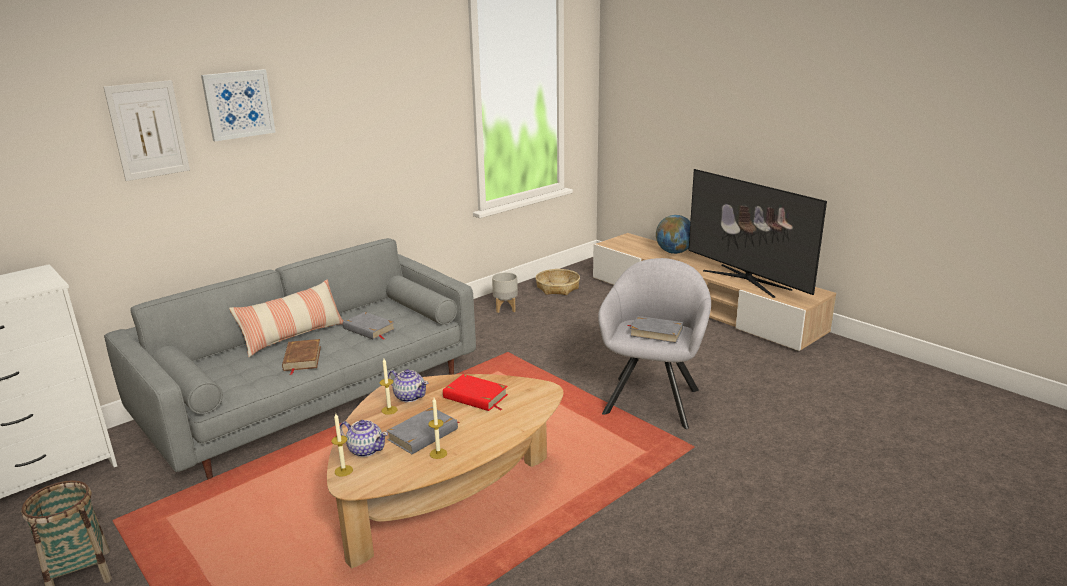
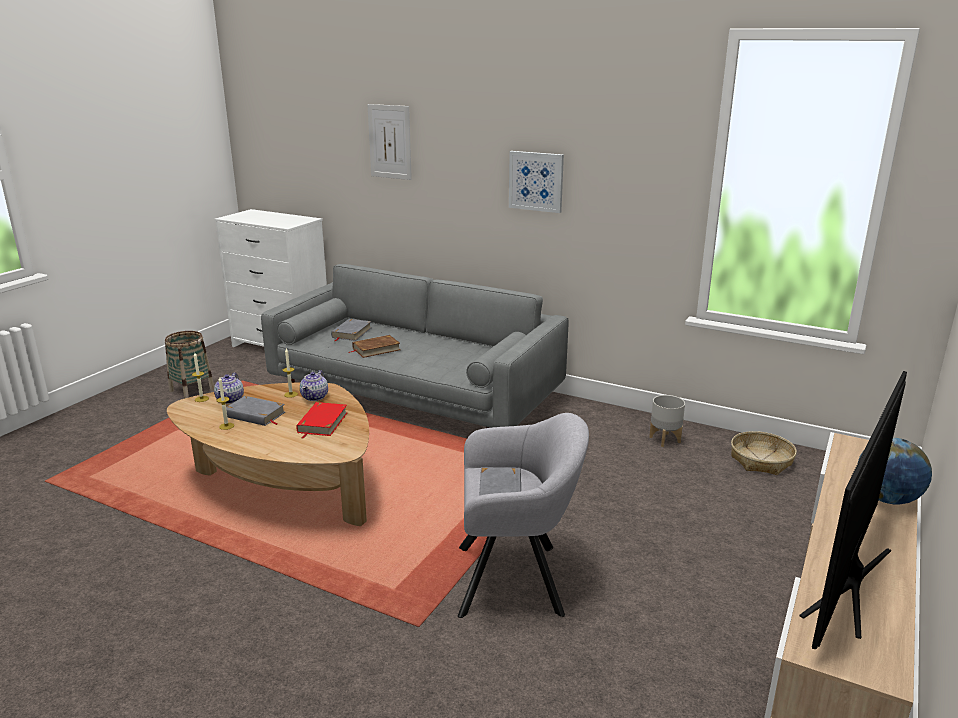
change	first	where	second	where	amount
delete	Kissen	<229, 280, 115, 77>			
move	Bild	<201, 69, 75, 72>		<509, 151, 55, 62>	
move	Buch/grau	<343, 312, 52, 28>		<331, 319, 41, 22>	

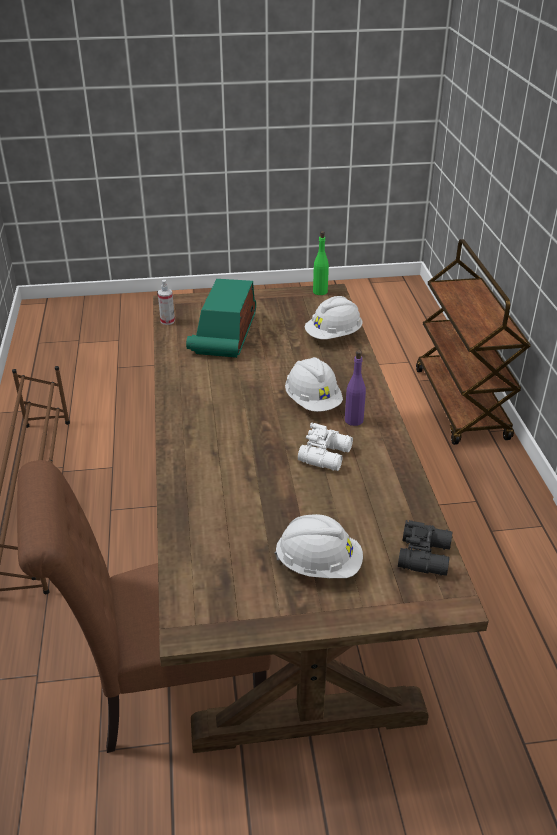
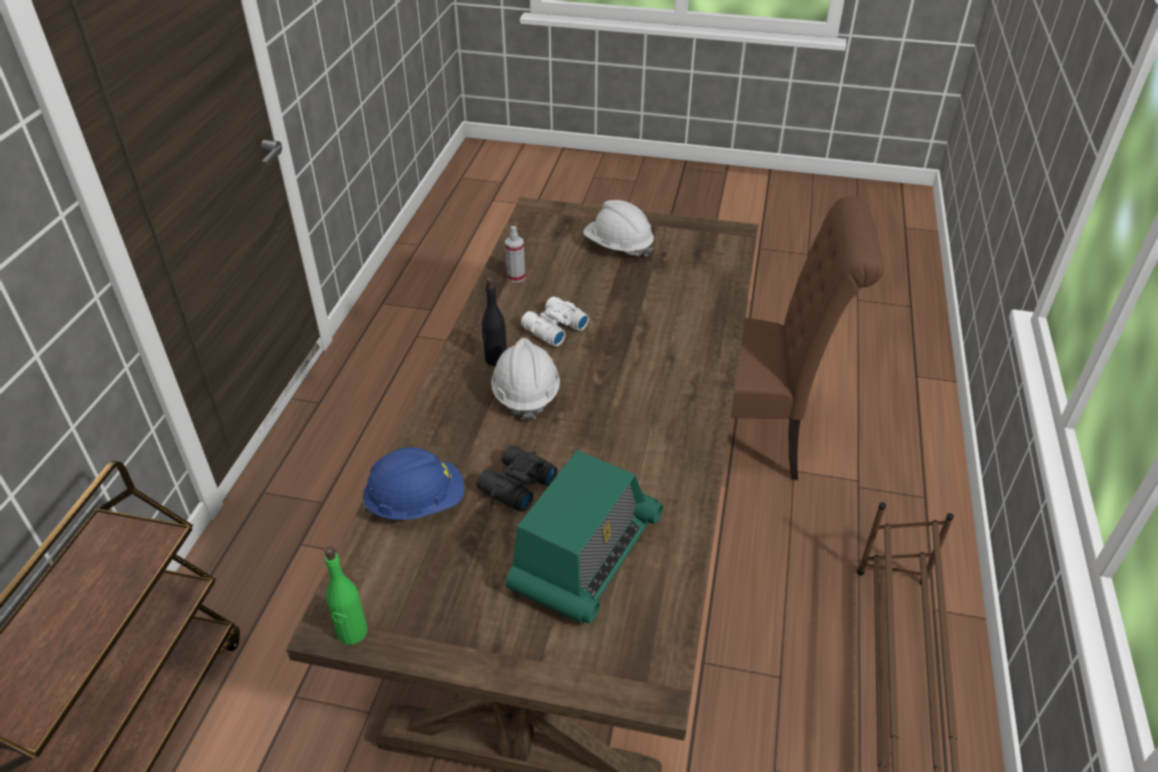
change	first	where	second	where	amount
move	Sprühflasche	<158, 280, 17, 45>		<505, 226, 20, 57>	
move	Fernglas/schwarz	<398, 520, 54, 56>		<477, 445, 80, 67>	
recolor	Schutzhelm/weiß	<305, 296, 58, 43>	Schutzhelm/blau	<363, 447, 102, 73>	
recolor	Flasche/lila	<345, 350, 21, 76>	Flasche/schwarz	<481, 277, 26, 89>	

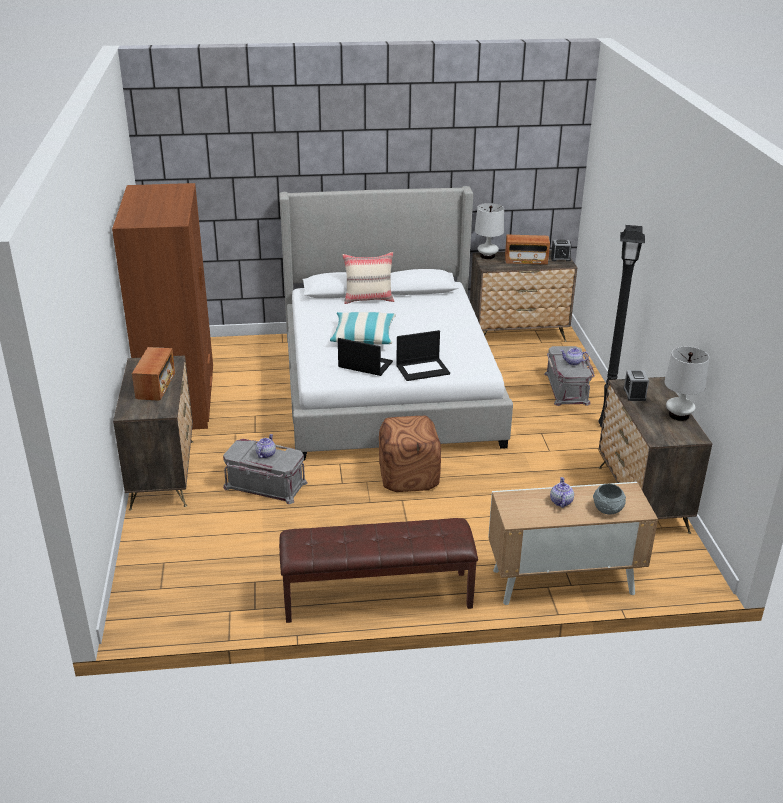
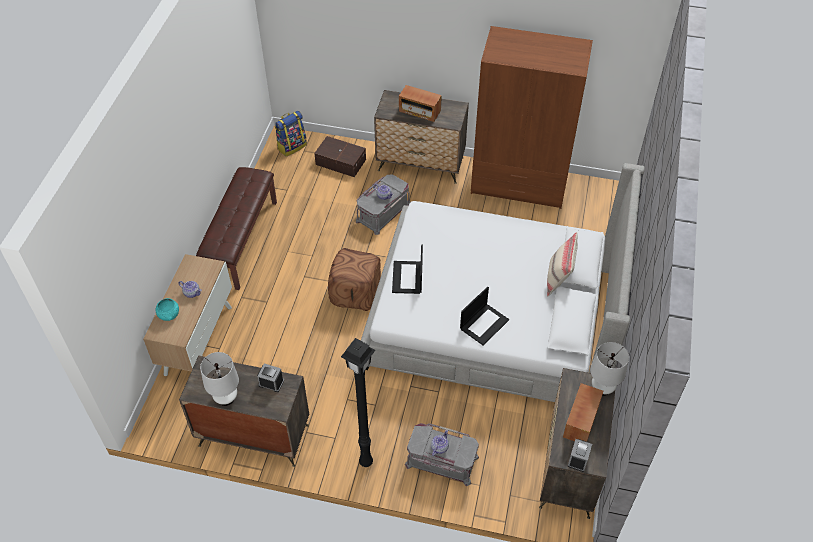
change	first	where	second	where	amount
delete	Kissen	<330, 312, 66, 33>			
insert			Rucksack	<275, 111, 32, 46>	
insert			Aufbewahrungsbox/braun	<314, 136, 52, 41>	
move	Laptop	<338, 338, 55, 38>		<460, 287, 49, 59>	
recolor	Schüssel/grau	<593, 484, 33, 30>	Schüssel/türkis	<155, 298, 24, 23>	

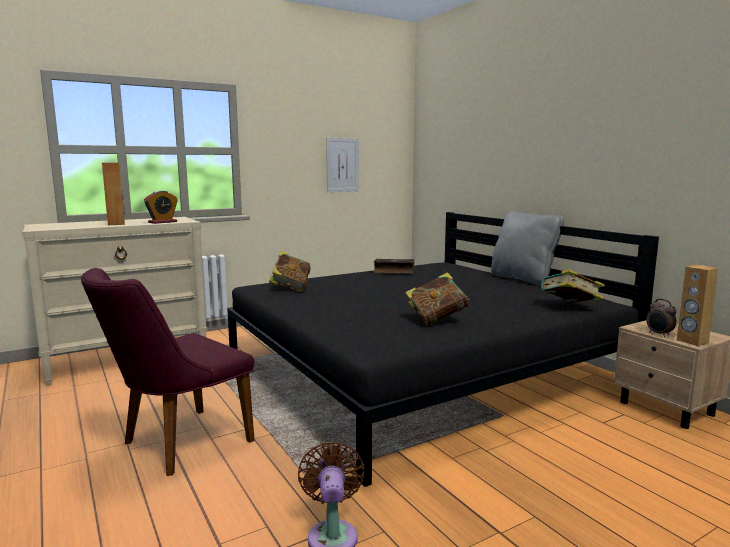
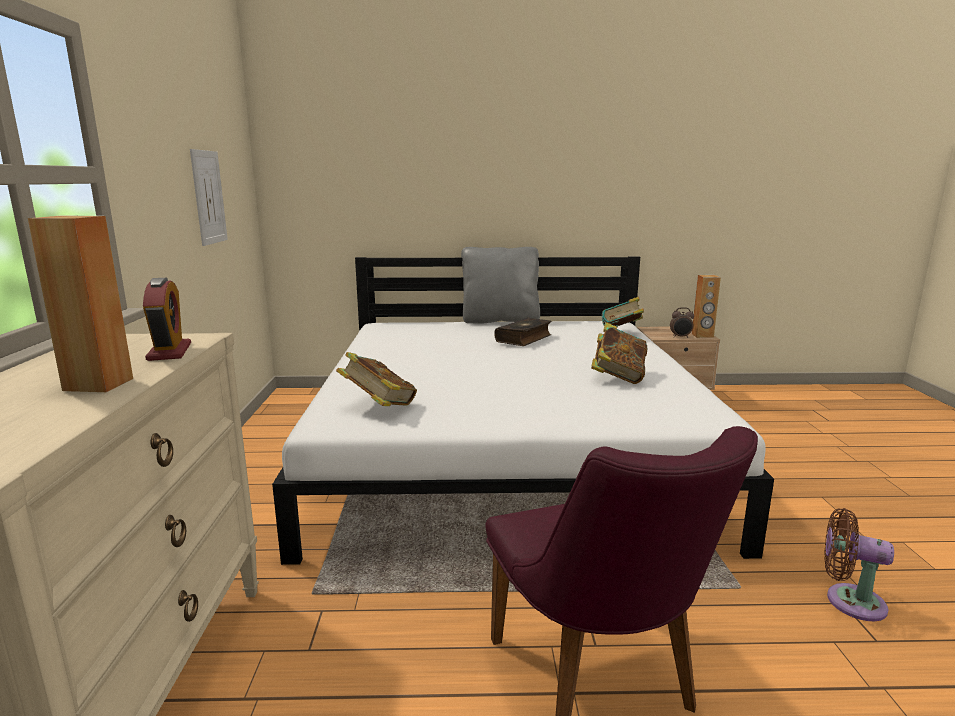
change	first	where	second	where	amount
move	Buch	<374, 259, 41, 15>		<494, 318, 57, 28>	
recolor	Bett/schwarz	<227, 212, 432, 275>	Bett/weiß	<272, 256, 502, 309>	

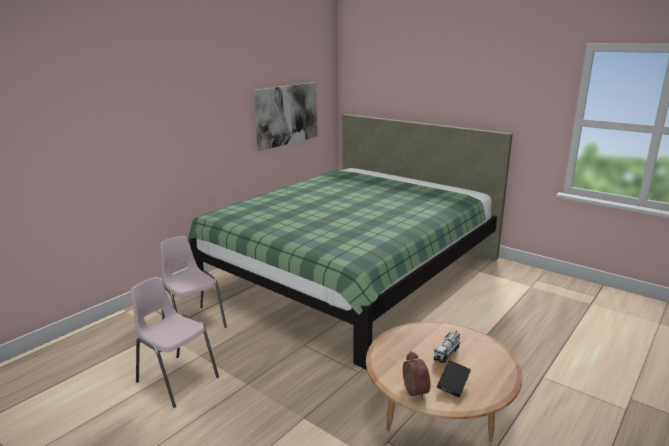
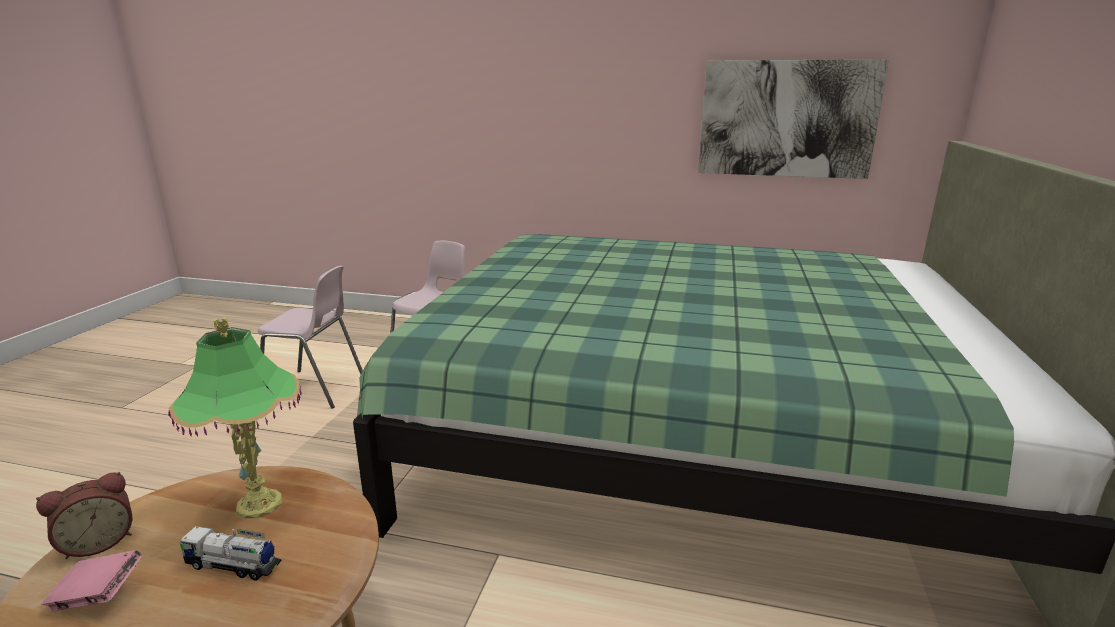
change	first	where	second	where	amount
insert			Tischlampe	<168, 317, 134, 201>	
recolor	Buch/schwarz	<437, 360, 34, 37>	Buch/rosa	<42, 550, 100, 62>	
rotate	Stuhl/rosa	<130, 277, 89, 131>		<258, 266, 105, 143>	90 degrees clockwise

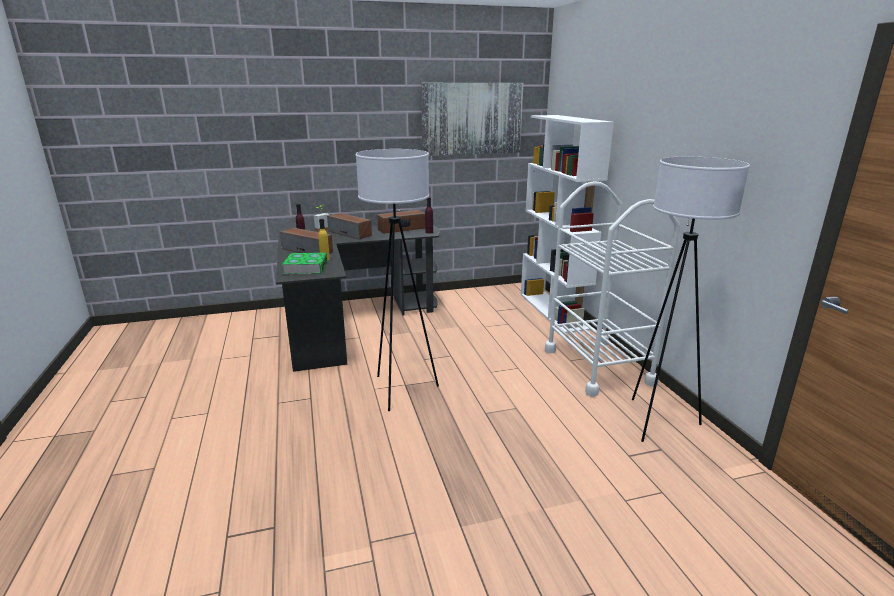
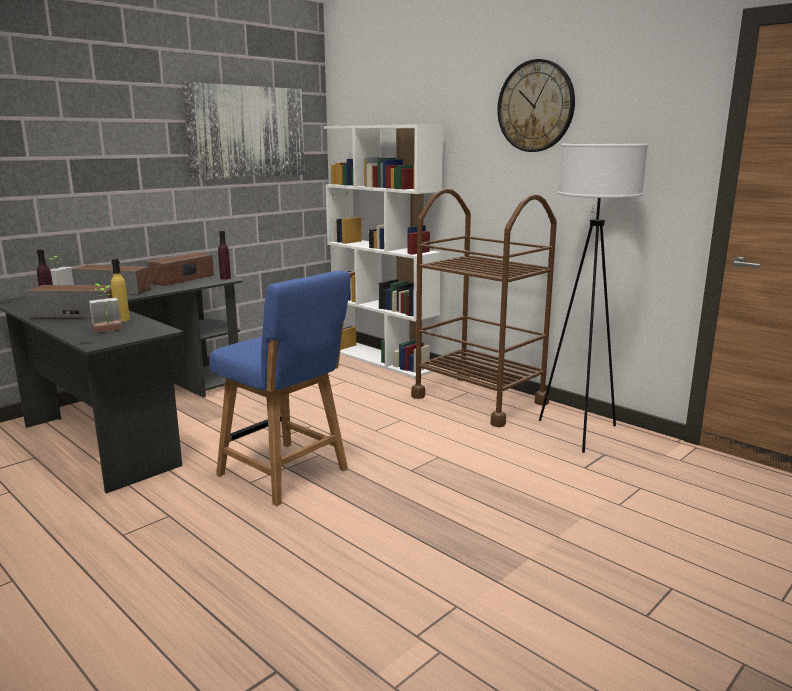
change	first	where	second	where	amount
insert			Wanduhr	<497, 59, 78, 93>	
replace	Buch	<282, 253, 46, 21>	Topfpflanze	<89, 284, 33, 49>	
replace	Stehlampe/weiß	<355, 149, 84, 262>	Stuhl/blau	<209, 270, 142, 236>	
recolor	Rollwagen/weiß	<545, 181, 135, 216>	Rollwagen/braun	<411, 188, 146, 240>	

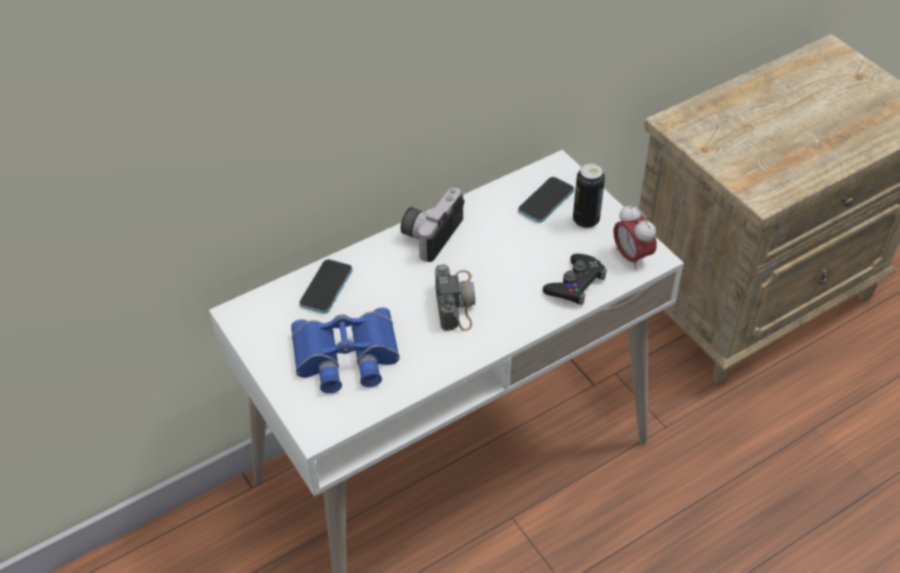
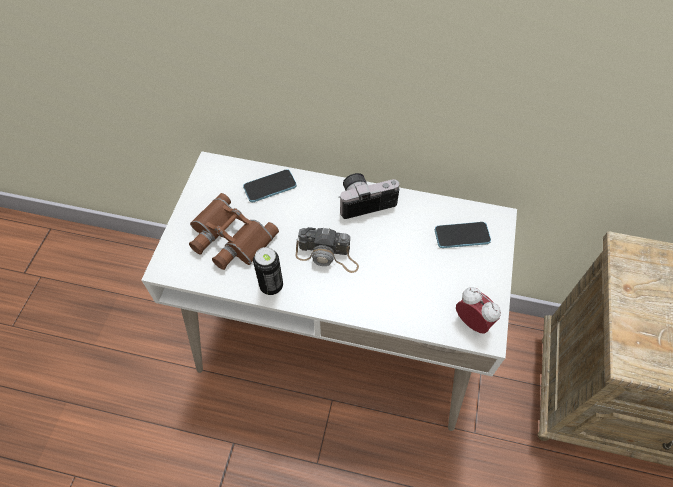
change	first	where	second	where	amount
delete	Gamepad/schwarz	<543, 254, 64, 51>			
move	Dose	<573, 163, 32, 65>		<253, 247, 30, 48>	
recolor	Fernglas/blau	<291, 307, 109, 86>	Fernglas/braun	<189, 193, 90, 77>	
rotate	Kamera	<435, 264, 40, 67>		<296, 227, 63, 46>	60 degrees clockwise
rotate	Wecker	<614, 204, 43, 66>		<456, 287, 45, 47>	120 degrees clockwise

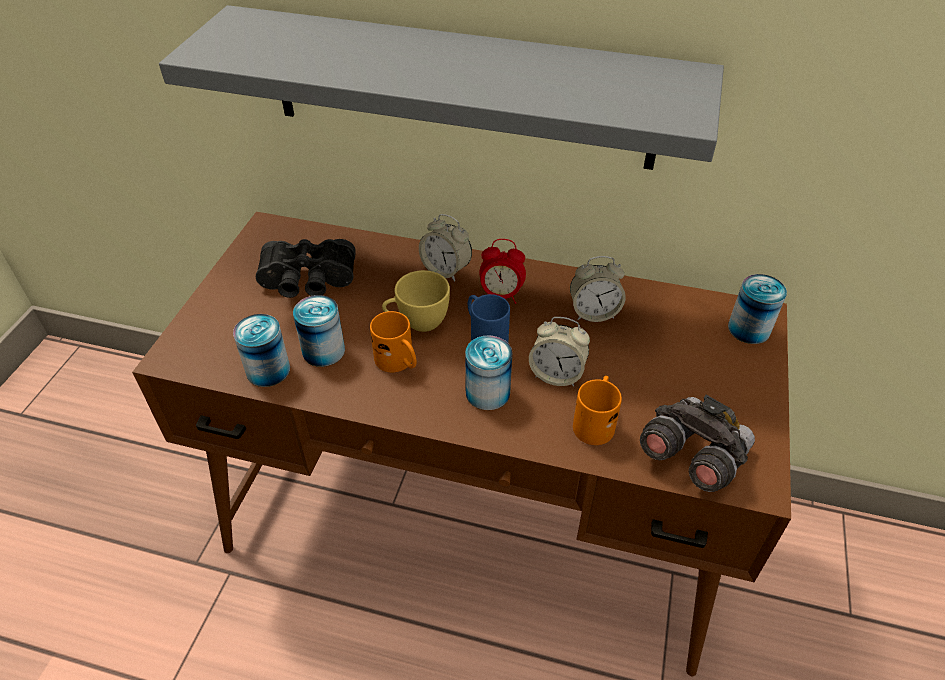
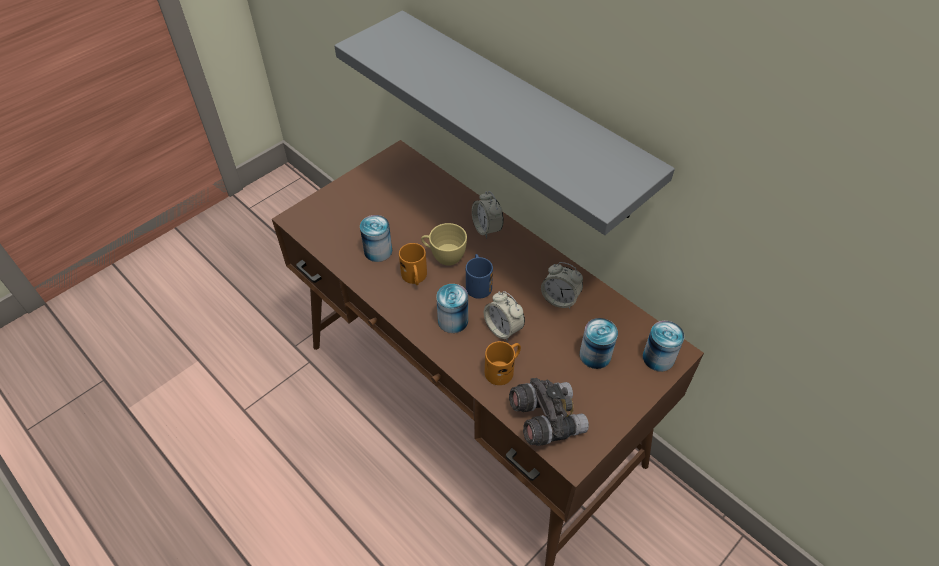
change	first	where	second	where	amount
delete	Fernglas/schwarz	<256, 239, 100, 59>			
delete	Wecker	<479, 239, 47, 65>			
move	Dose	<233, 314, 57, 73>		<580, 318, 38, 51>	

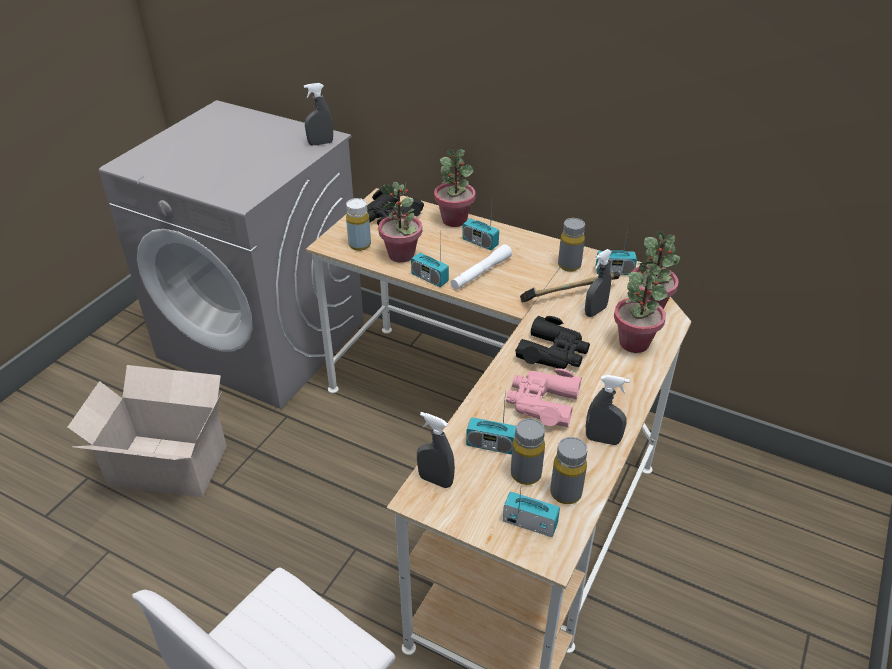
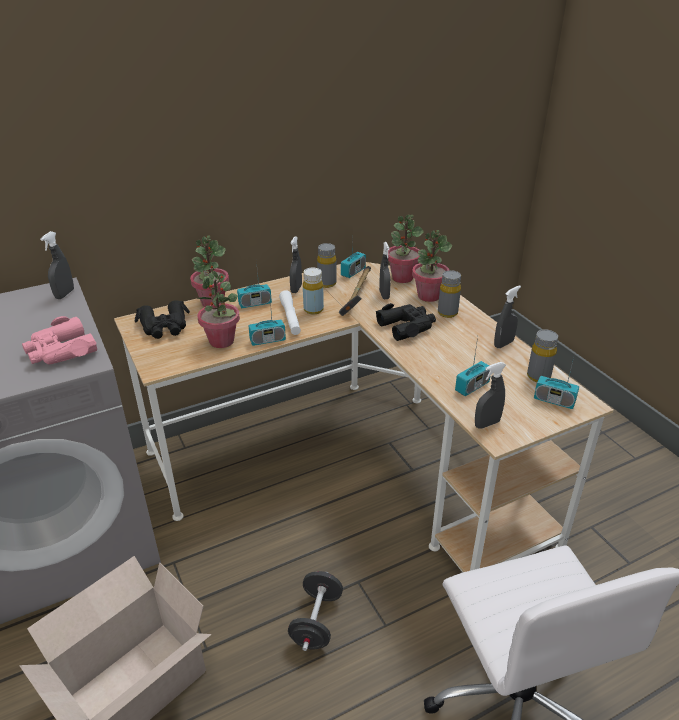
change	first	where	second	where	amount
insert			Hantel/schwarz	<288, 571, 55, 80>	
insert			Sprühflasche/grau	<290, 236, 12, 57>	
move	Flasche/gelb	<346, 198, 25, 53>		<303, 267, 21, 48>	
move	Fernglas/rosa	<506, 368, 76, 59>		<22, 316, 75, 49>	
move	Flasche/grau	<511, 418, 34, 67>		<438, 270, 23, 48>	
rotate	Radio	<503, 480, 57, 57>		<534, 354, 45, 55>	120 degrees counterclockwise

